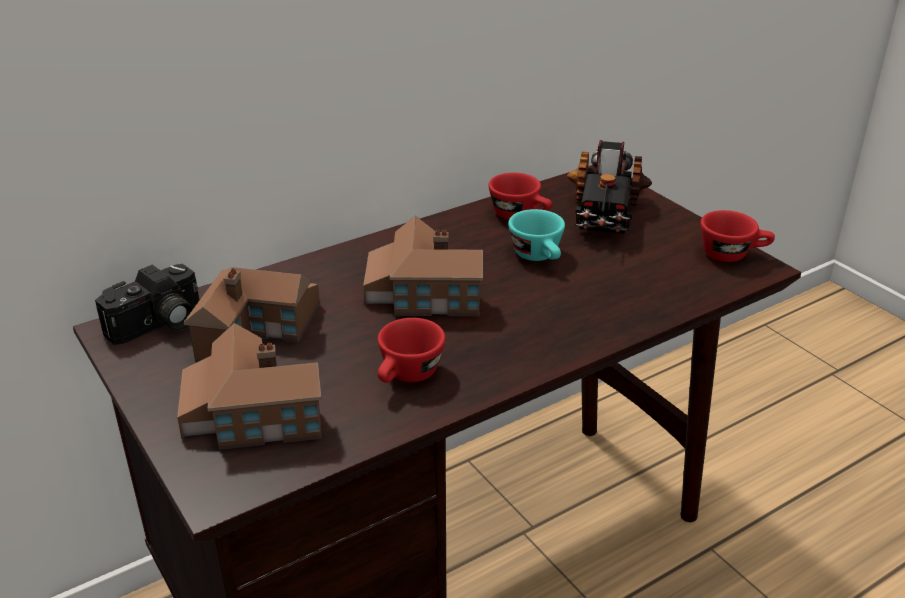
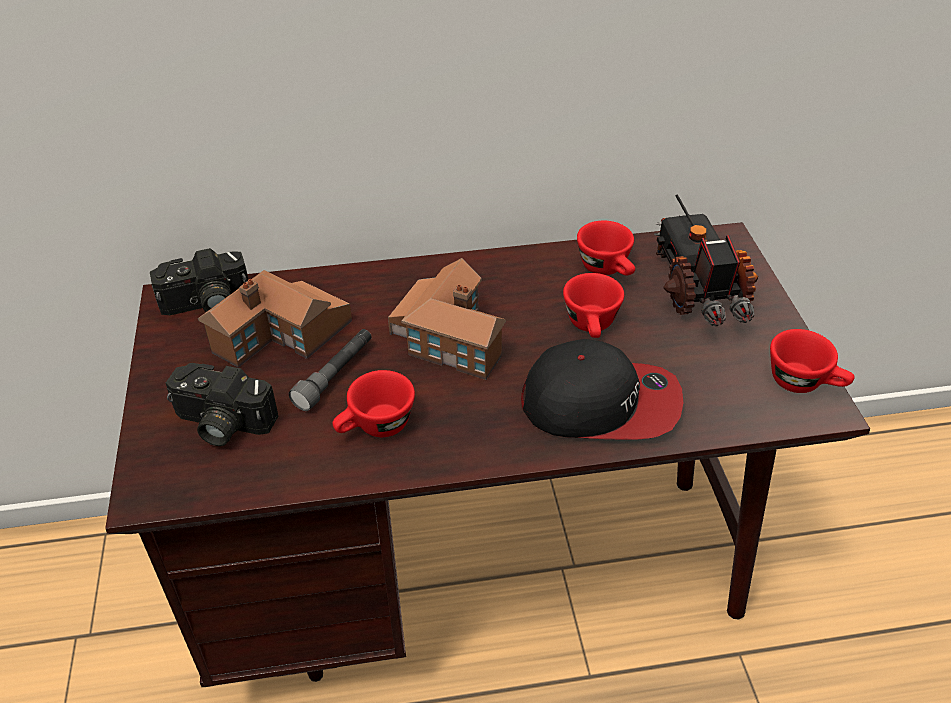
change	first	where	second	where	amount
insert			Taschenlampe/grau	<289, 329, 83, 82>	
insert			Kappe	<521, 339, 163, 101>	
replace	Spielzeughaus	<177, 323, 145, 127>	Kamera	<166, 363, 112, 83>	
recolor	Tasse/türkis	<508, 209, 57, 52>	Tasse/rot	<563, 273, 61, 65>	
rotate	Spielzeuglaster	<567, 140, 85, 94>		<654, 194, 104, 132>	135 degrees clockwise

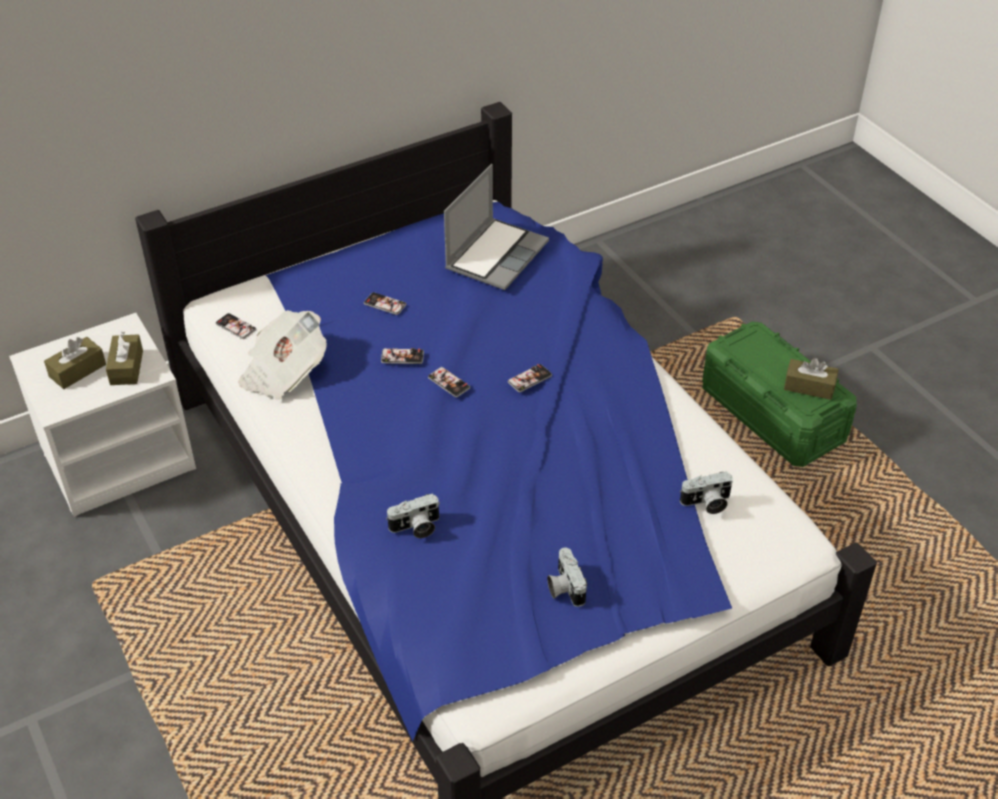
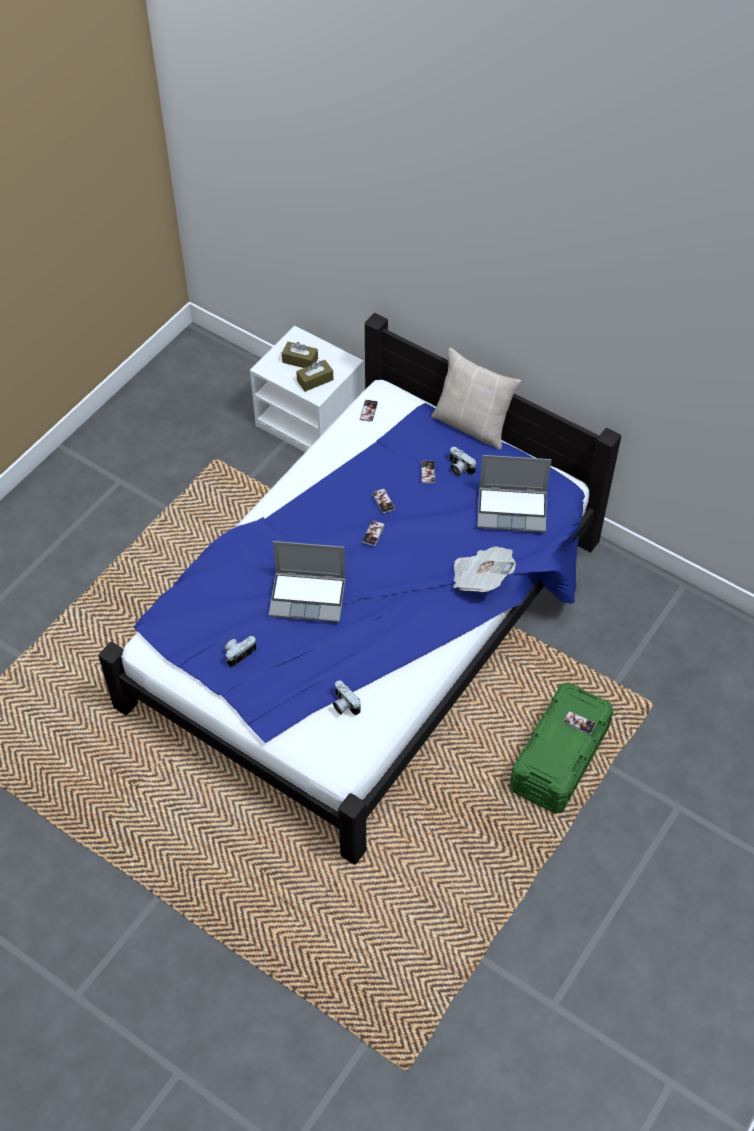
change	first	where	second	where	amount
delete	Taschentuchbox/braun	<784, 358, 54, 42>			
insert			Laptop	<269, 541, 77, 81>	
insert			Kissen/beige	<431, 348, 90, 102>	
move	Zeitung	<238, 310, 89, 90>		<453, 546, 63, 46>	
move	Kamera	<386, 493, 54, 45>		<450, 447, 26, 29>	
move	Handy	<508, 364, 44, 28>		<563, 711, 33, 23>	

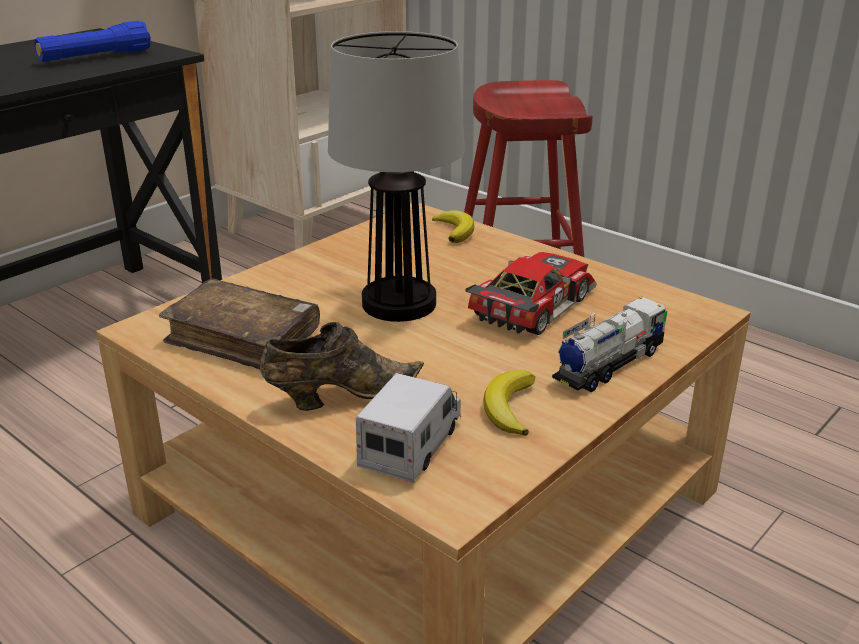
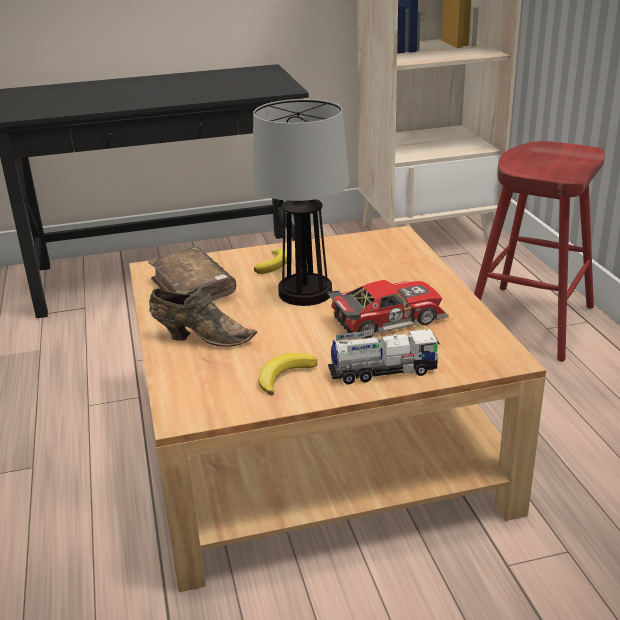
change	first	where	second	where	amount
delete	Taschenlampe/blau	<34, 21, 117, 41>			
delete	Spielzeuglaster	<356, 373, 105, 110>			
move	Banane	<432, 210, 42, 33>		<254, 248, 33, 26>	

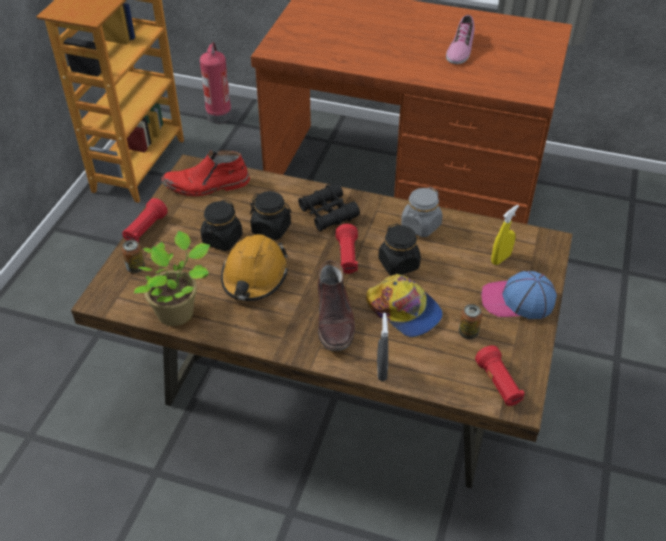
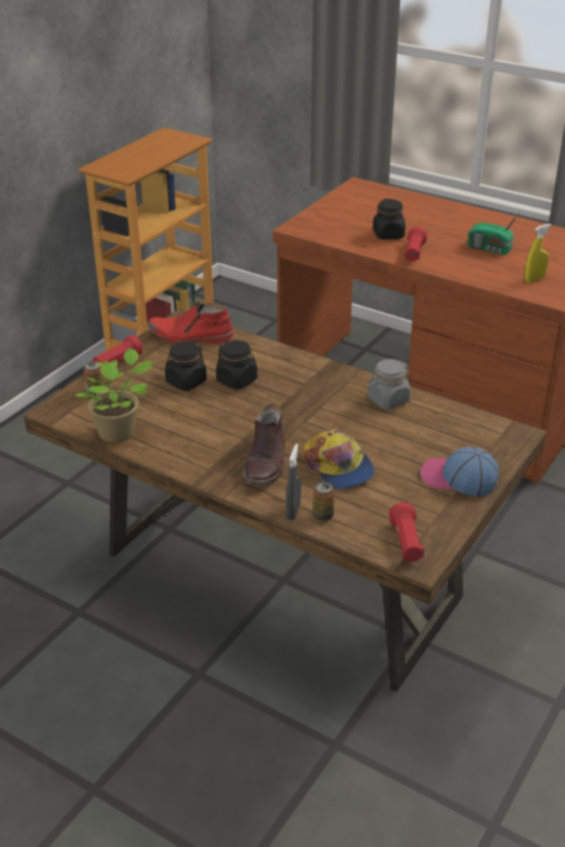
change	first	where	second	where	amount
delete	Feuerlöscher	<200, 42, 32, 82>			
delete	Schutzhelm/orange	<221, 234, 67, 67>			
delete	Fernglas/schwarz	<298, 183, 62, 48>			
move	Taschenlampe/rot	<335, 224, 23, 50>		<405, 227, 22, 34>	
move	Vorratsglas/schwarz	<378, 223, 43, 53>		<373, 199, 32, 41>	
move	Dose	<459, 304, 23, 35>		<313, 481, 22, 40>	
move	Sprühflasche/gelb	<491, 205, 28, 60>		<525, 224, 26, 58>	
replace	Schuh	<446, 15, 28, 49>	Radio	<467, 211, 54, 44>	

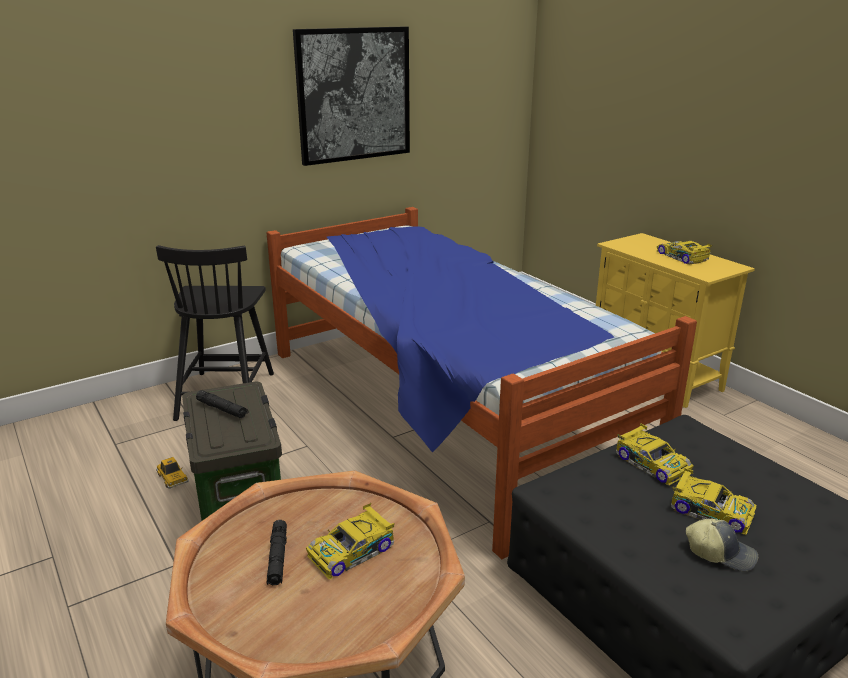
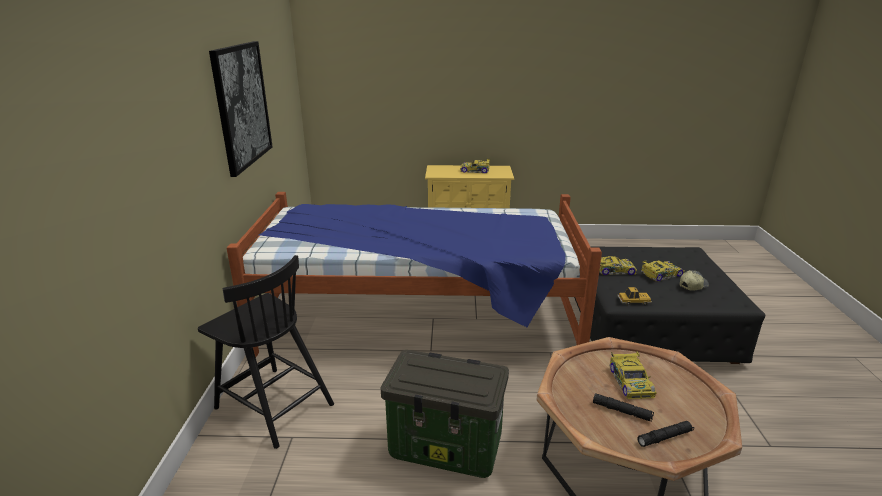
change	first	where	second	where	amount
move	Spielzeugauto	<156, 457, 33, 32>		<617, 287, 35, 18>	
move	Taschenlampe/schwarz	<196, 390, 52, 28>		<637, 421, 57, 26>	

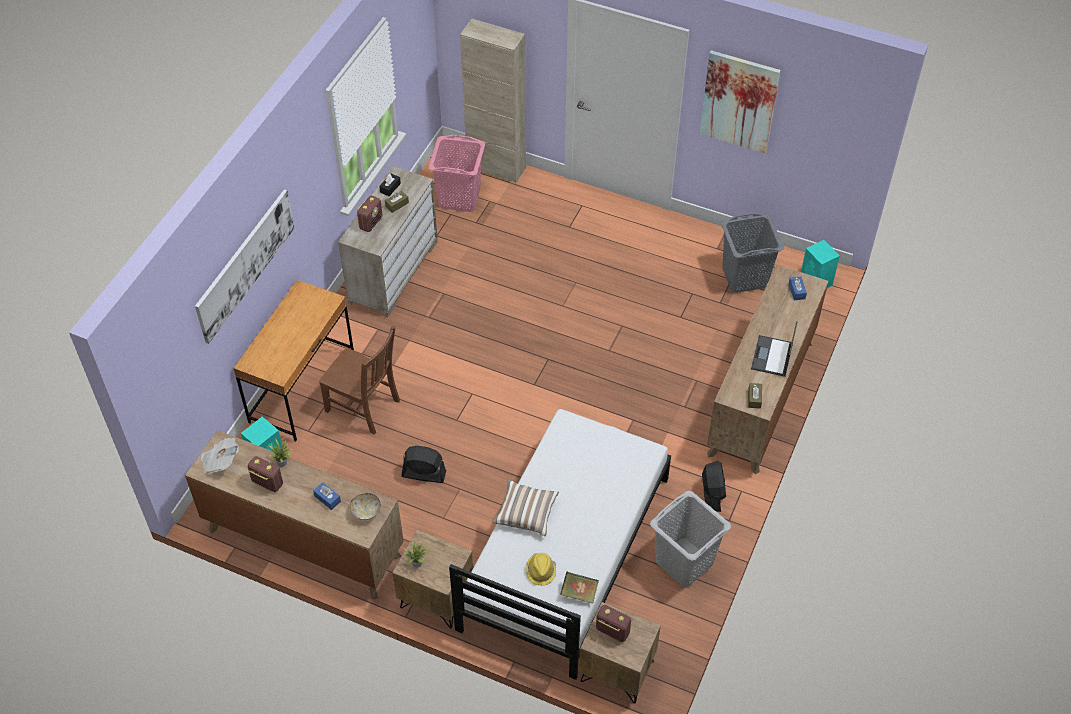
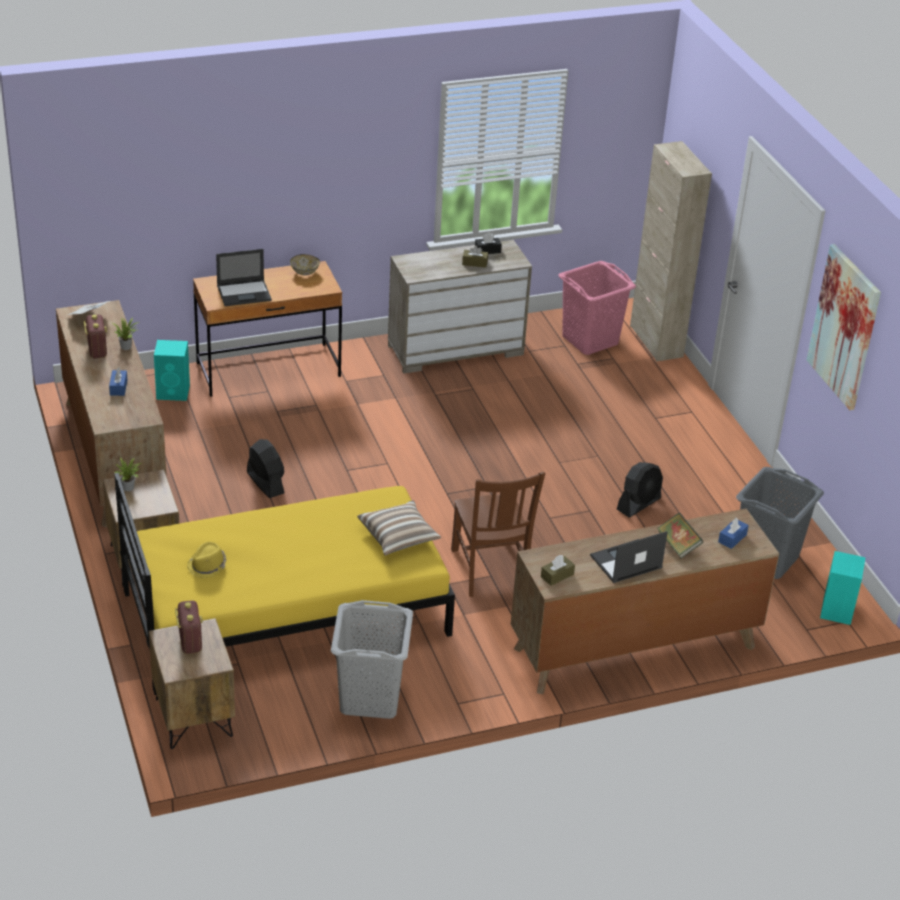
change	first	where	second	where	amount
delete	Bild	<195, 189, 100, 155>			
delete	Radio	<357, 196, 26, 36>			
insert			Laptop	<216, 249, 56, 57>	
move	Stuhl/braun	<319, 326, 81, 109>		<451, 472, 94, 125>	
move	Schüssel	<350, 493, 31, 27>		<290, 254, 30, 22>	
move	Kissen	<492, 480, 67, 56>		<357, 501, 84, 54>	
move	Buch	<560, 572, 39, 32>		<657, 513, 46, 45>	
move	Ventilator/schwarz	<702, 461, 24, 51>		<617, 462, 46, 56>	
recolor	Bett/weiß	<449, 409, 222, 271>	Bett/gelb	<114, 473, 341, 222>	

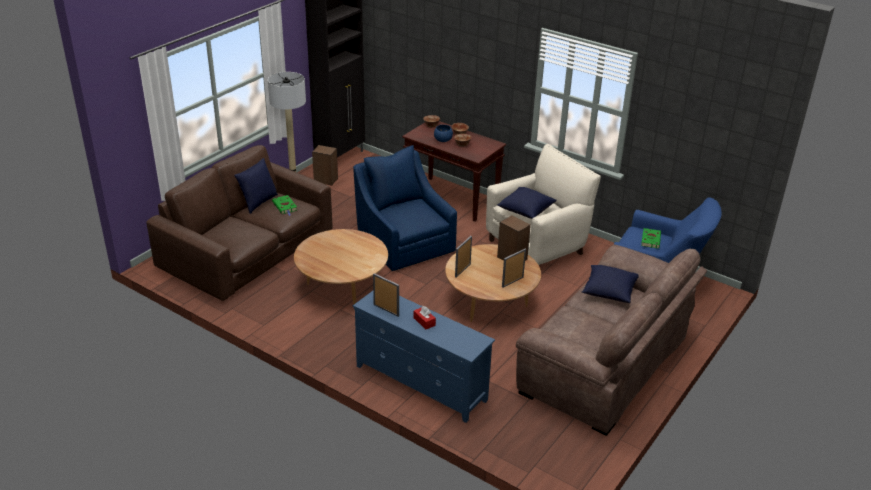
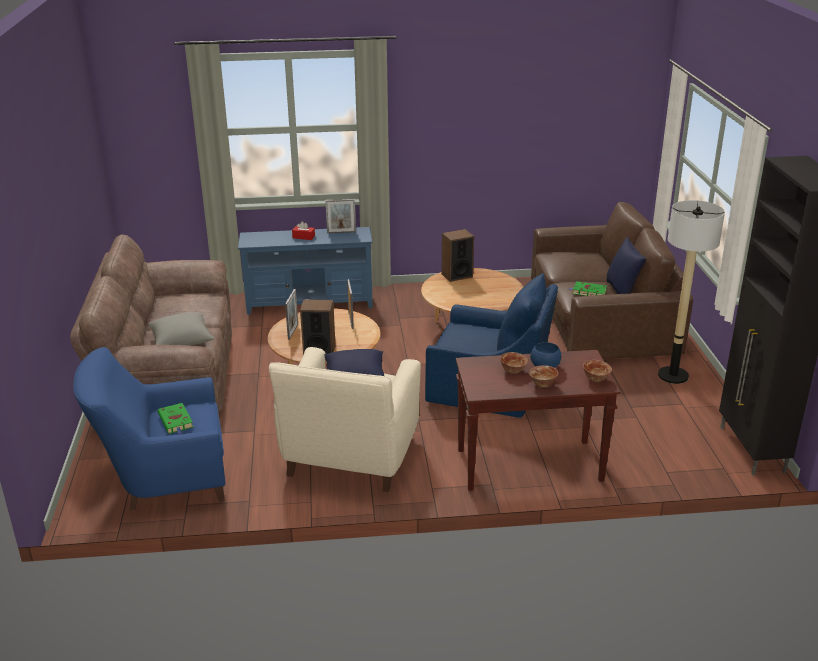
change	first	where	second	where	amount
move	Lautsprecher	<312, 145, 26, 41>		<442, 229, 32, 53>	
recolor	Kissen/blau	<582, 265, 57, 38>	Kissen/grau	<148, 312, 67, 34>	

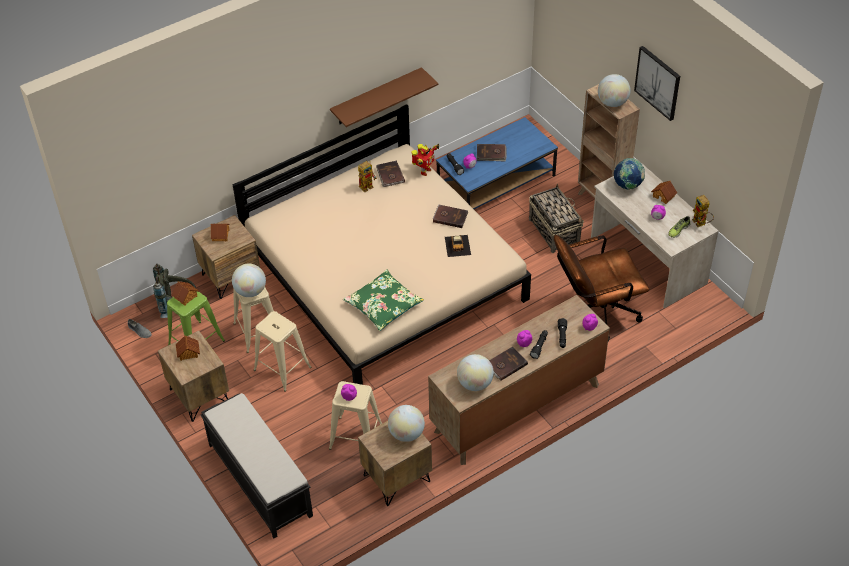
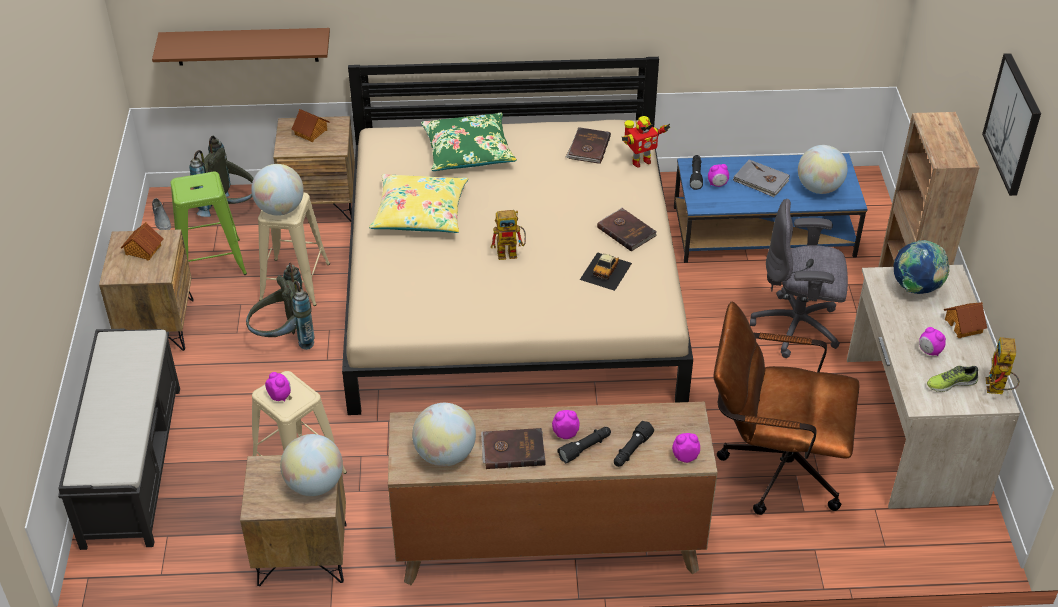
change	first	where	second	where	amount
delete	Spielzeughaus	<172, 282, 27, 23>			
insert			Kissen/gelb	<369, 174, 99, 59>	
move	Wandregal/braun	<330, 67, 108, 60>		<152, 28, 178, 37>	
move	Kissen/grün	<343, 269, 81, 62>		<421, 113, 96, 58>	
move	Spielzeugroboter	<358, 161, 19, 31>		<491, 210, 35, 50>	
move	Globus	<598, 74, 33, 33>		<798, 145, 50, 49>	
replace	Hocker/beige	<254, 311, 57, 81>	Rucksack/grau	<246, 263, 69, 87>	
replace	Korb	<529, 184, 55, 69>	Bürostuhl/grau	<750, 199, 98, 159>	
recolor	Buch/braun	<476, 144, 31, 18>	Buch/grau	<733, 160, 57, 37>	

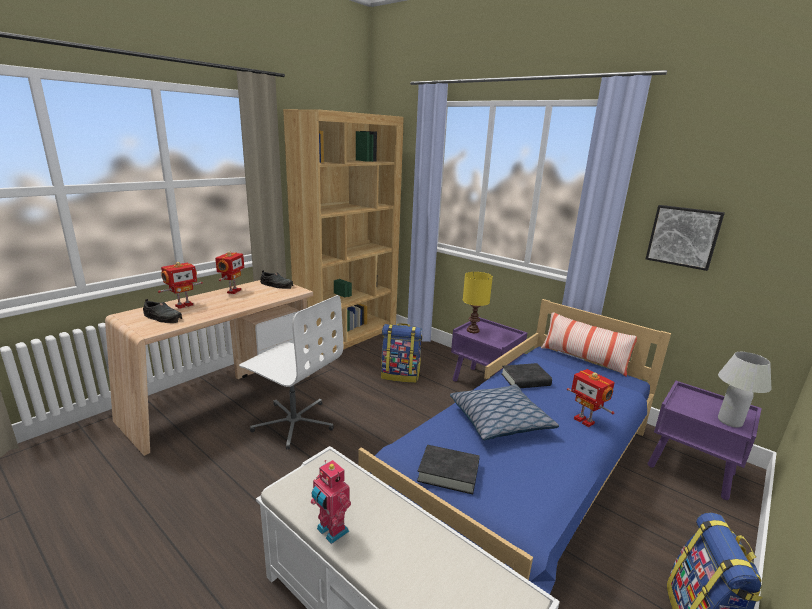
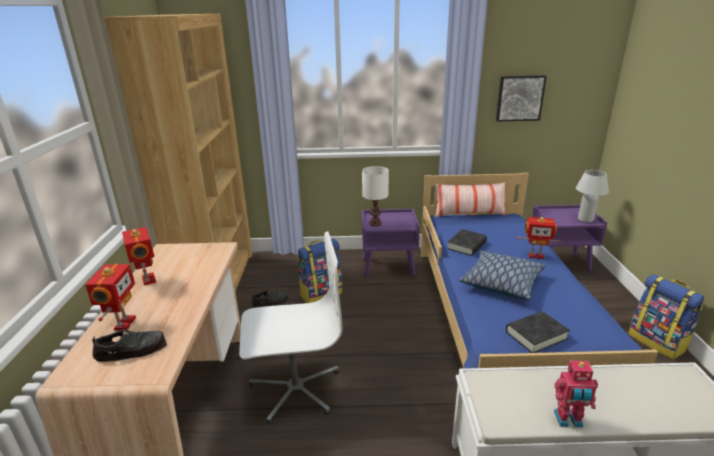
change	first	where	second	where	amount
move	Schuh/schwarz	<260, 270, 33, 19>		<251, 290, 38, 18>	
recolor	Tischlampe/gelb	<463, 272, 30, 61>	Tischlampe/weiß	<362, 166, 27, 60>	

